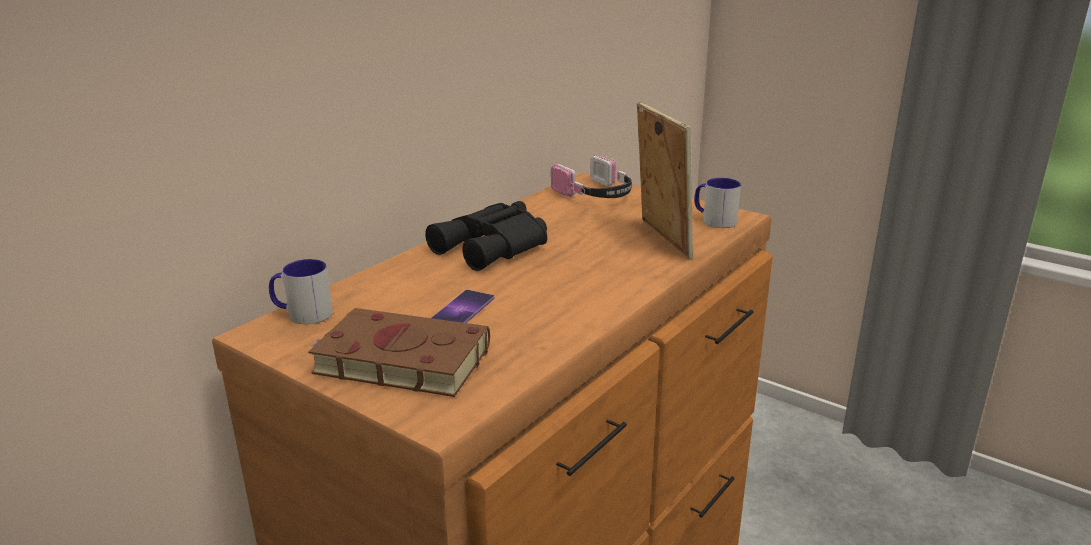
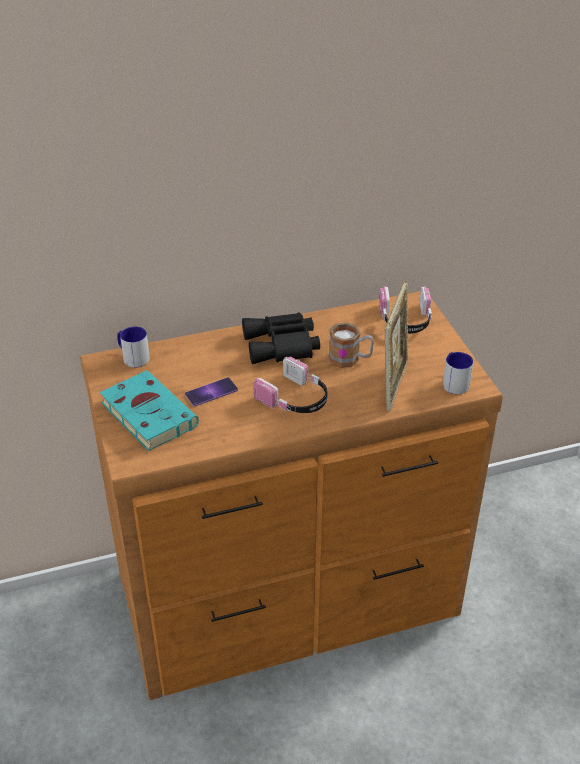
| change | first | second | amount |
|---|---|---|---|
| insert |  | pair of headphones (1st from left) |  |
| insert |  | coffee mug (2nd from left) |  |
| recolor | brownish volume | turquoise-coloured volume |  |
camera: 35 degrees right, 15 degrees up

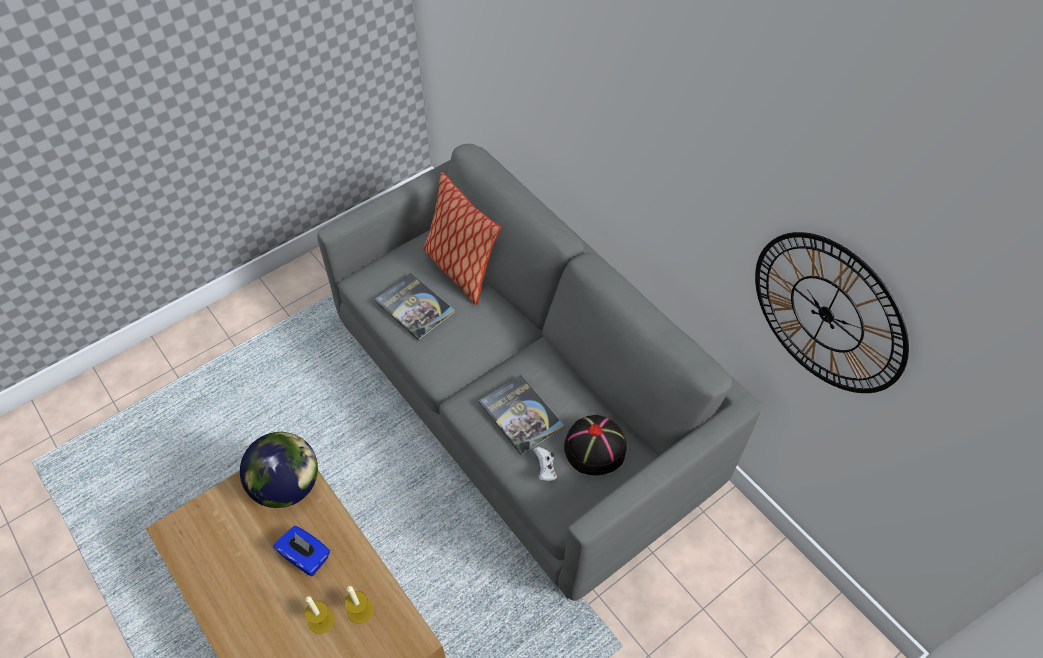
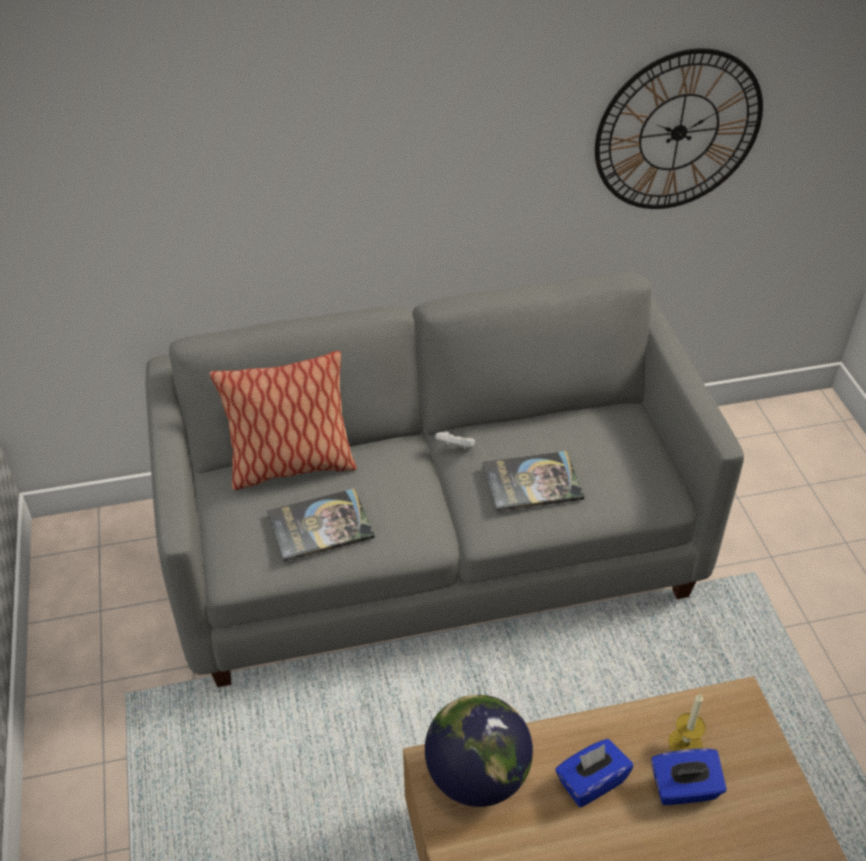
| change | first | second | amount |
|---|---|---|---|
| delete | black hat |  |  |
| move | whitish gamepad |  |  |
| replace | candle (1st from left) | blue tissue box (2nd from left) |  |
camera: 65 degrees left, 10 degrees down

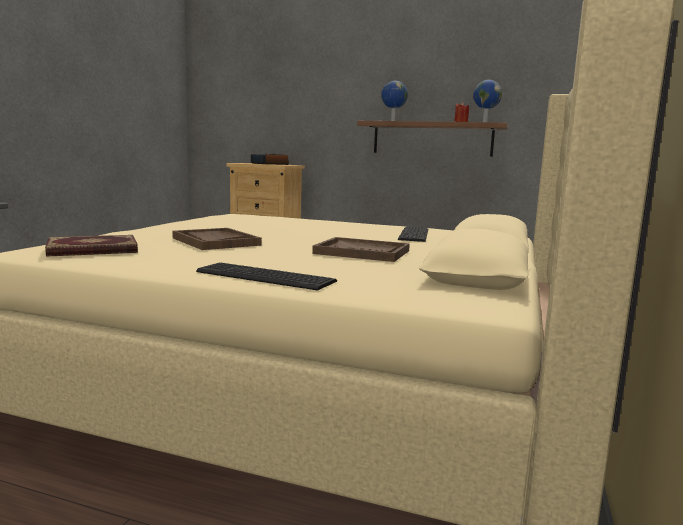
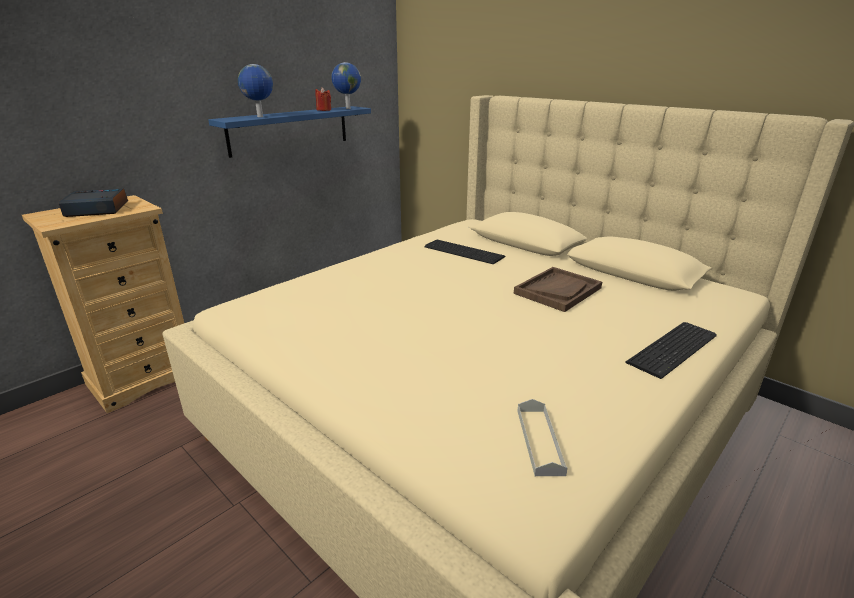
| change | first | second | amount |
|---|---|---|---|
| delete | brownish carrying tray (1st from left) |  |  |
| replace | volume | grey carrying tray |  |
| recolor | brownish wall shelf | blue wall shelf |  |
camera: 65 degrees left, 15 degrees up

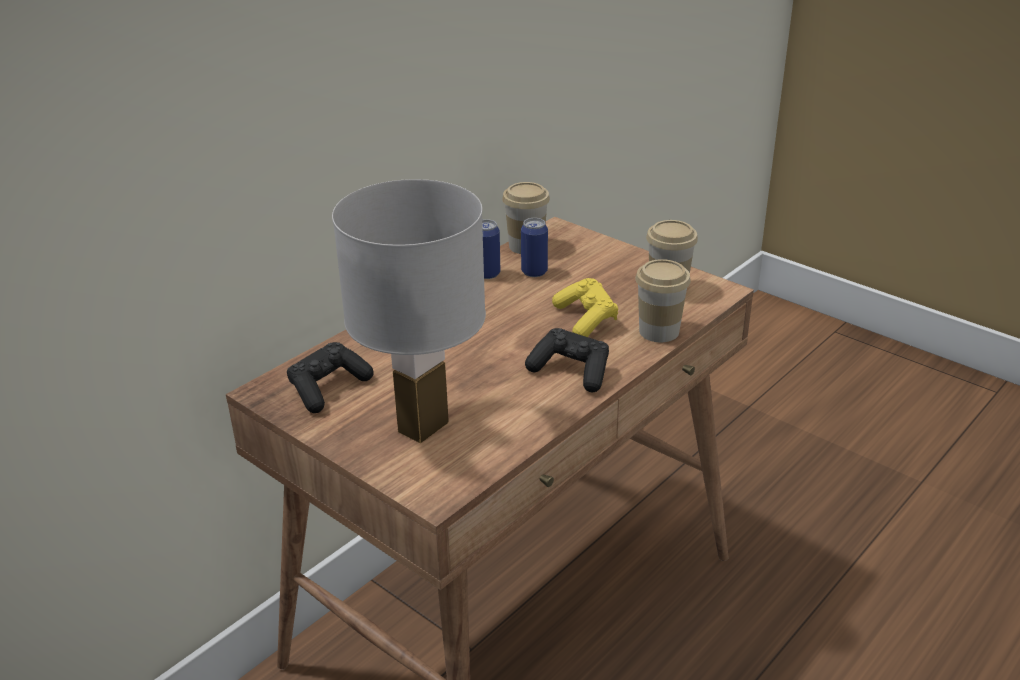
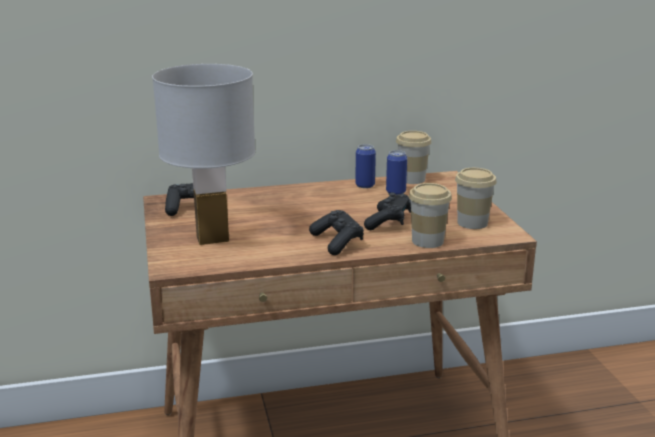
| change | first | second | amount |
|---|---|---|---|
| recolor | yellow gamepad | black gamepad (3rd from left) |  |
camera: 35 degrees right, 10 degrees down

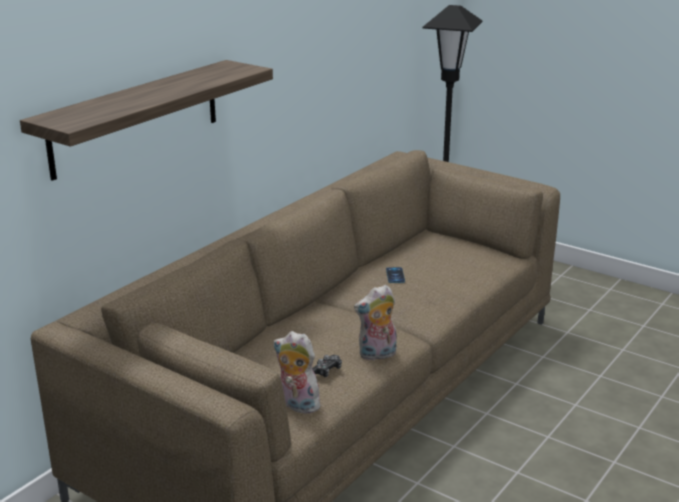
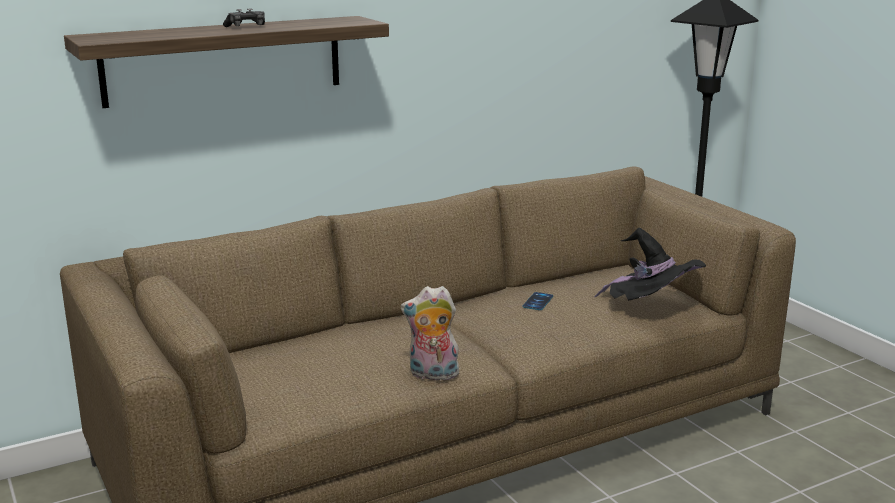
| change | first | second | amount |
|---|---|---|---|
| delete | plush toy (1st from left) |  |  |
| insert |  | black hat |  |
| move | gamepad |  |  |
camera: 25 degrees right, 5 degrees down

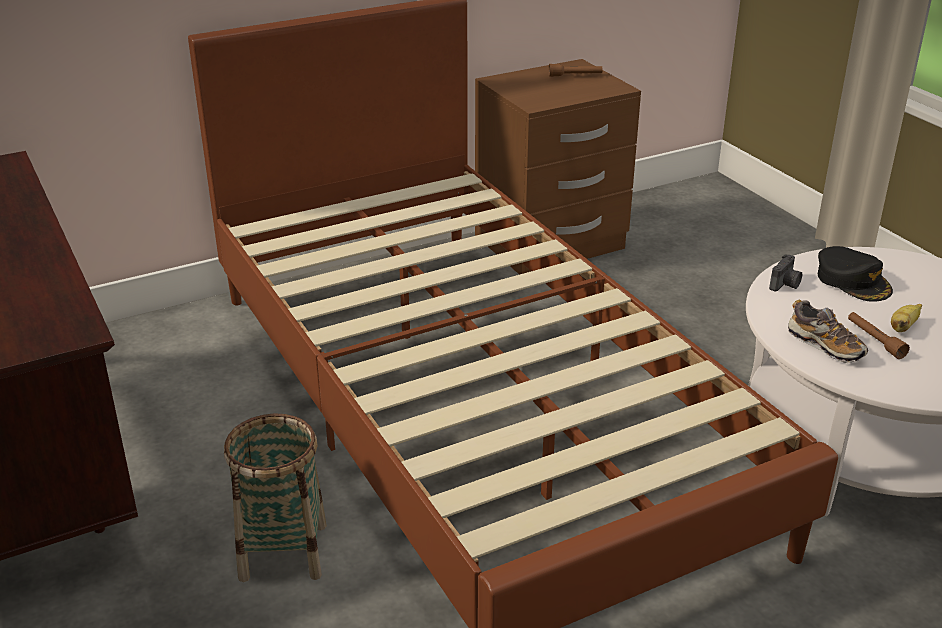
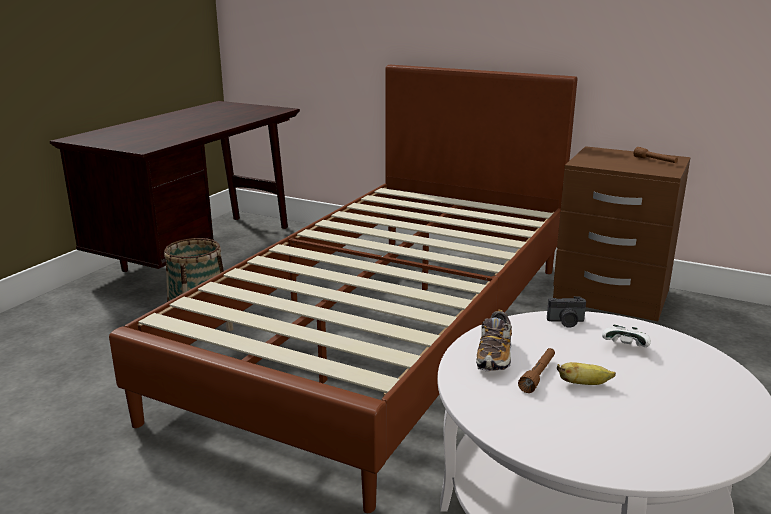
| change | first | second | amount |
|---|---|---|---|
| replace | black baseball cap | whitish gamepad |  |
camera: 55 degrees right, 10 degrees down

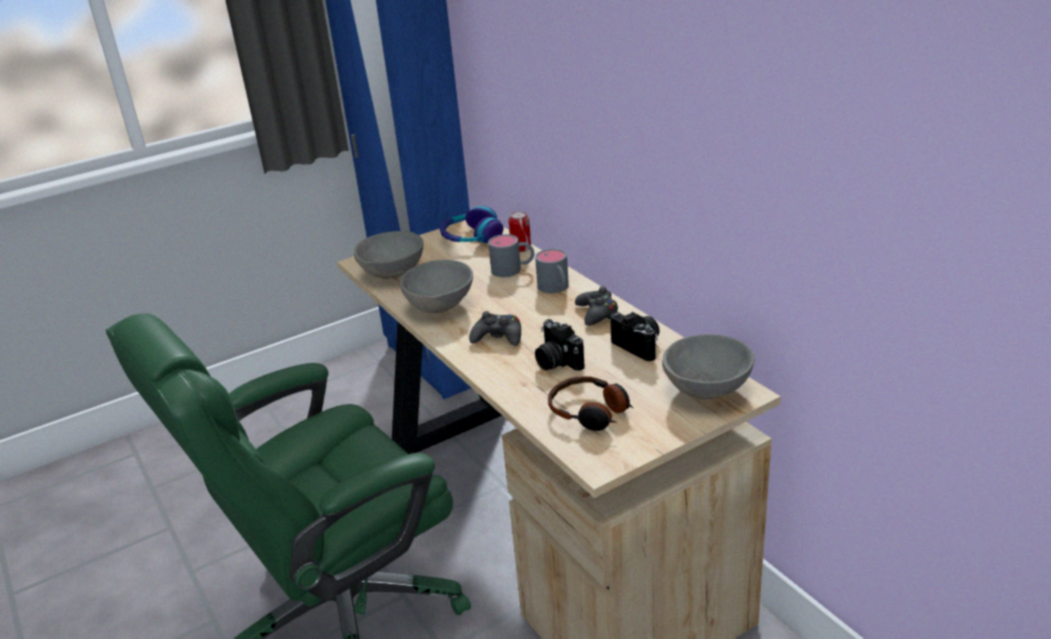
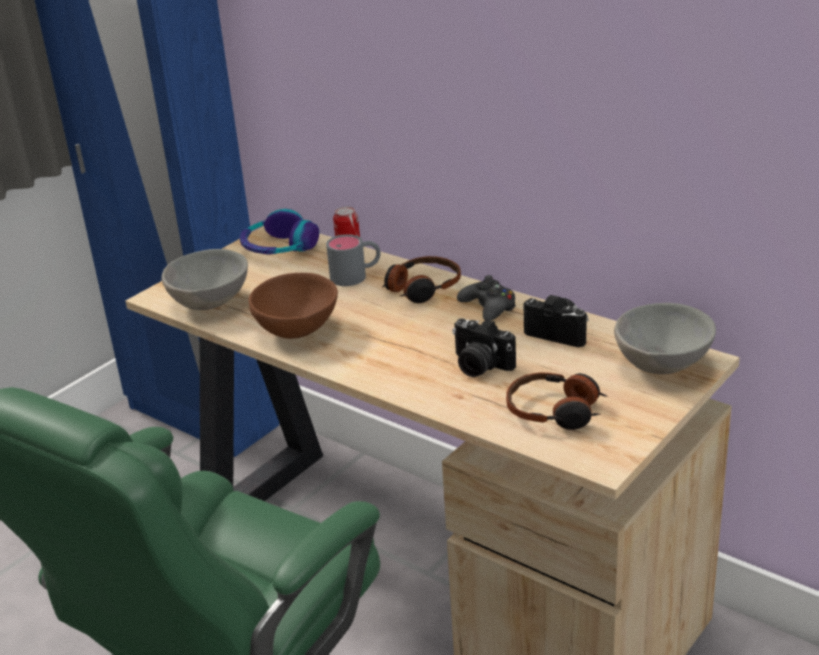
| change | first | second | amount |
|---|---|---|---|
| delete | black gamepad (1st from left) |  |  |
| replace | grey coffee mug (2nd from left) | pair of headphones (2nd from left) |  |
| recolor | grey deep dish (2nd from left) | brownish deep dish |  |
camera: 20 degrees left, 0 degrees up

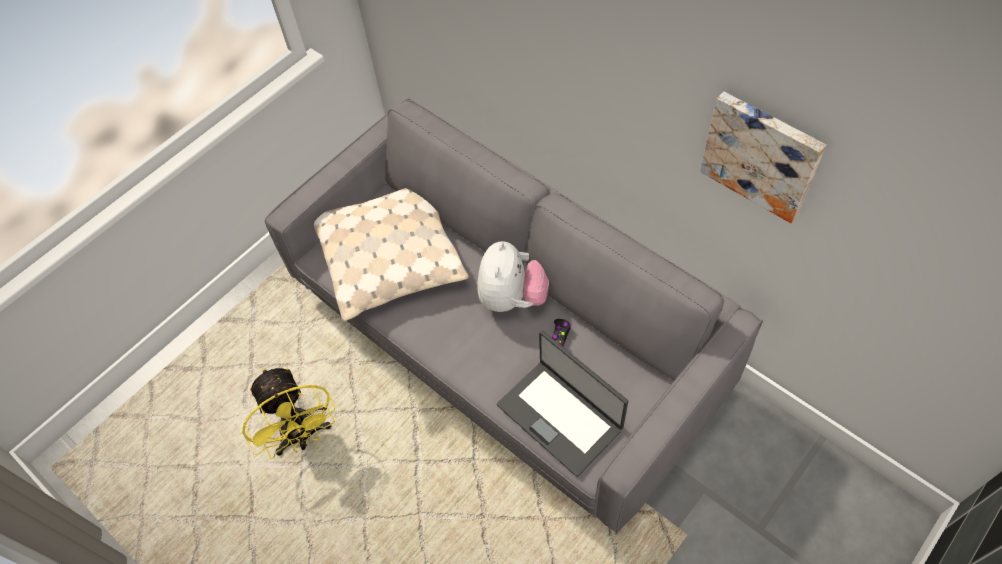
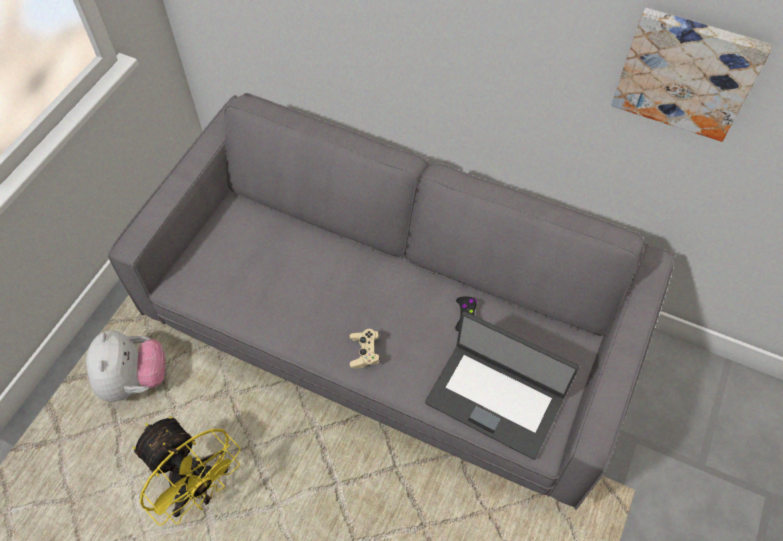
| change | first | second | amount |
|---|---|---|---|
| delete | beige-coloured cushion |  |  |
| insert |  | beige-coloured gamepad |  |
| move | plush toy |  |  |
camera: 20 degrees left, 0 degrees up

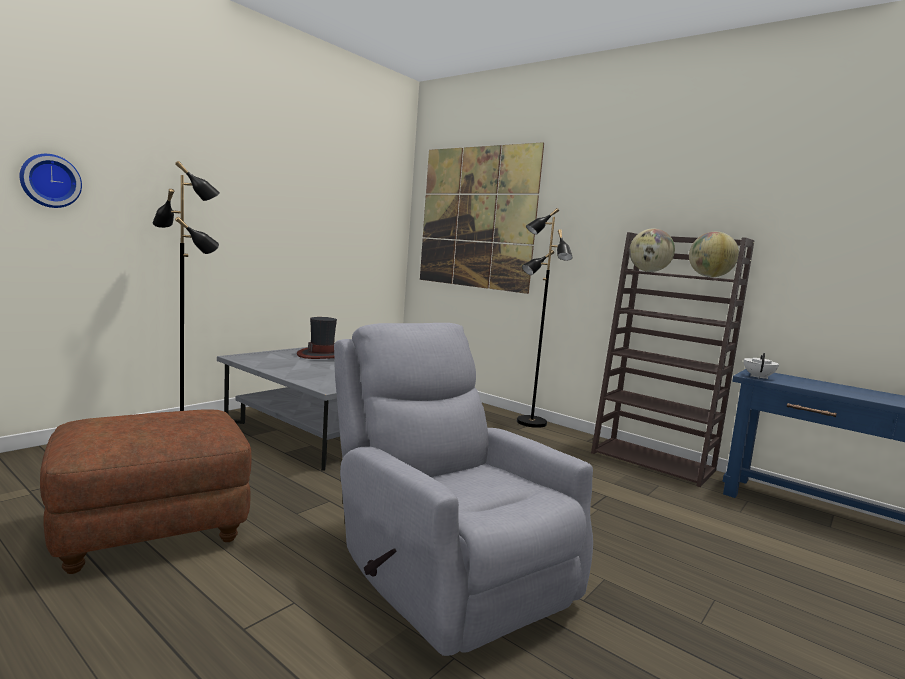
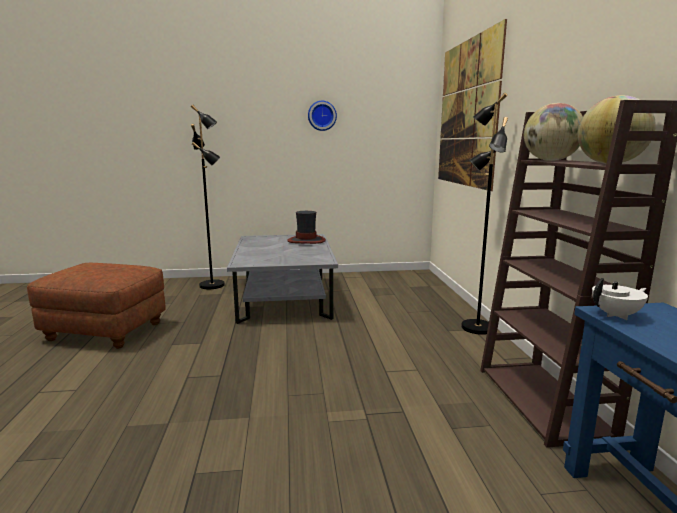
| change | first | second | amount |
|---|---|---|---|
| delete | grey armchair |  |  |
| move | wall clock |  |  |
camera: 45 degrees right, 5 degrees up

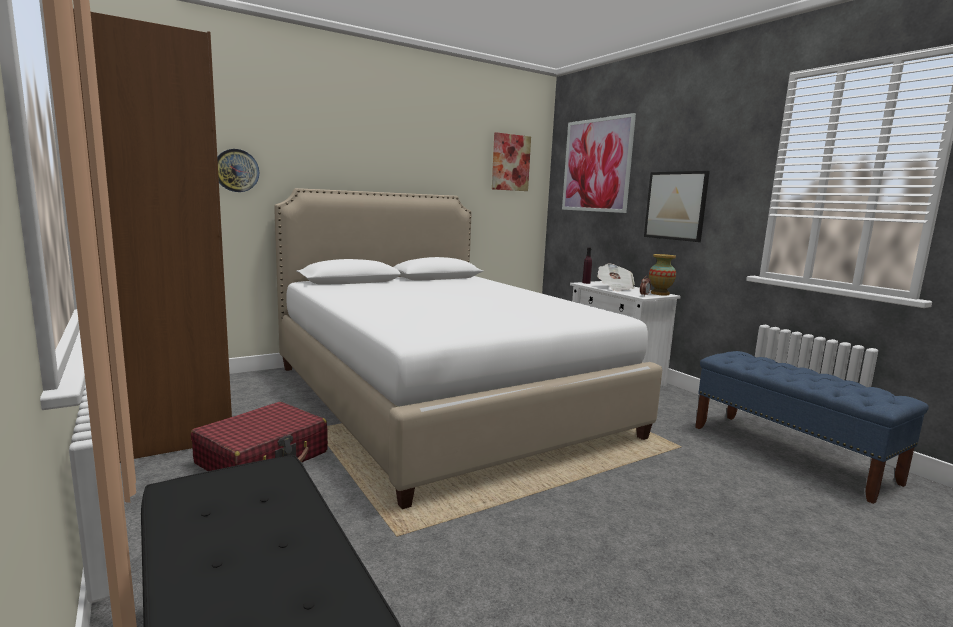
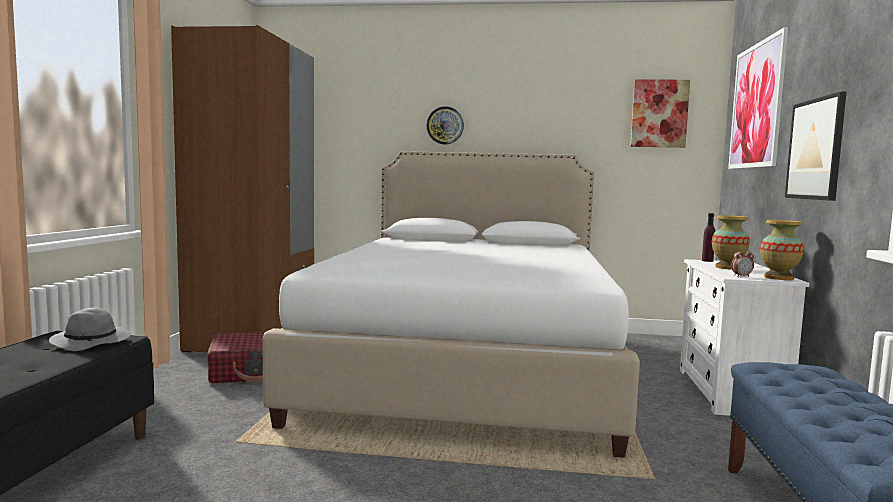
| change | first | second | amount |
|---|---|---|---|
| insert |  | grey hat |  |
| move | wall clock |  |  |
| replace | newspaper | decorative vase (1st from left) |  |
camera: 40 degrees right, 5 degrees down

